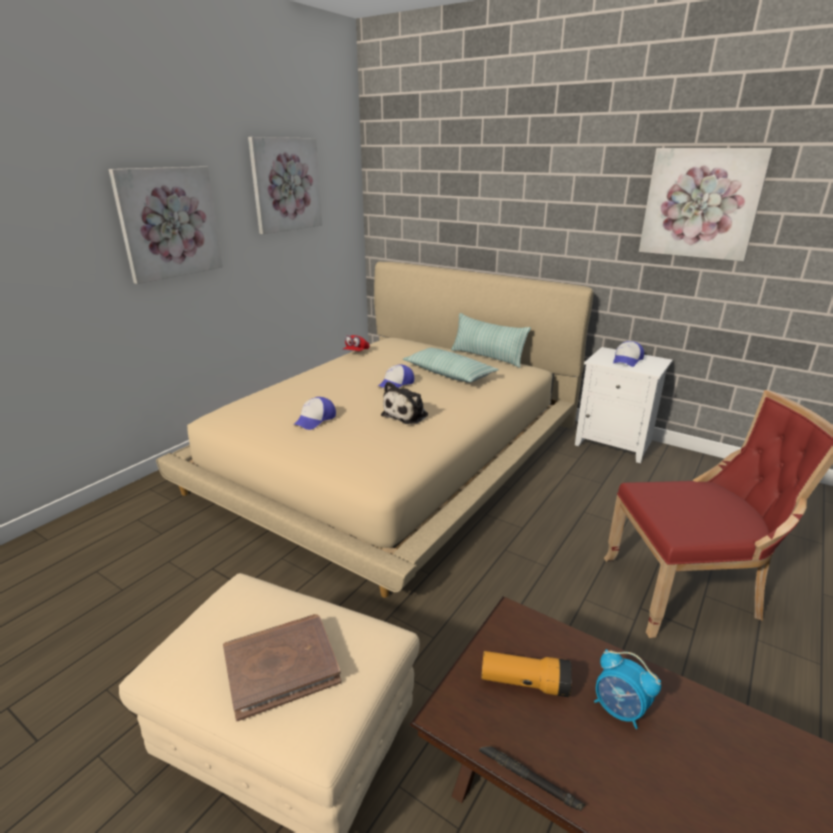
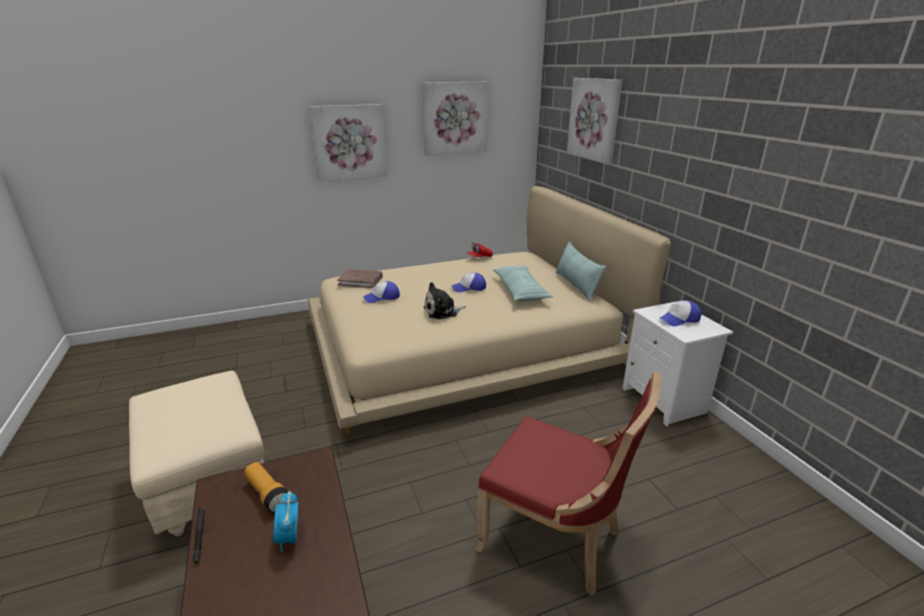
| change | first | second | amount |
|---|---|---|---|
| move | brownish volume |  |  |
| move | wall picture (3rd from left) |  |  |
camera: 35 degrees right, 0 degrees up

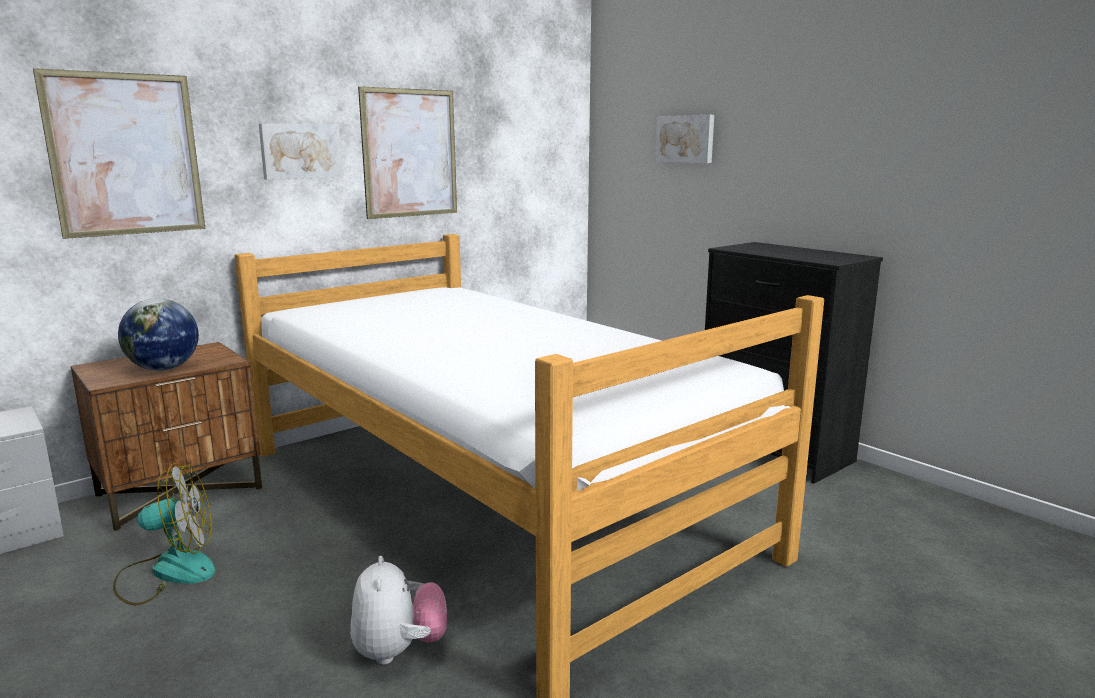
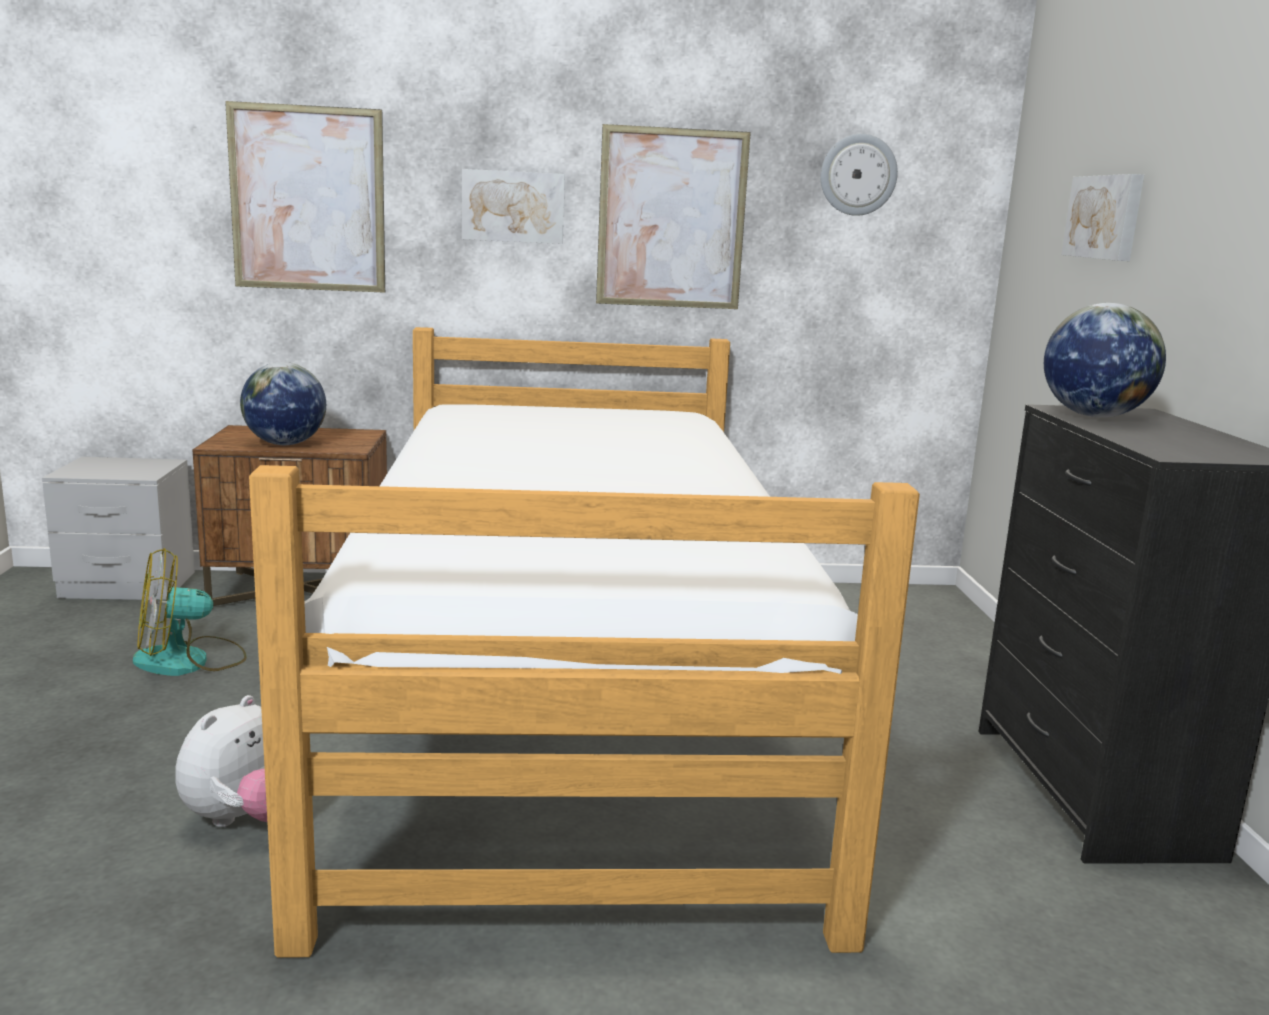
| change | first | second | amount |
|---|---|---|---|
| insert |  | wall clock |  |
| insert |  | globe (2nd from left) |  |
| rotate | cooling fan |  | 135 degrees clockwise |
camera: 35 degrees right, 0 degrees up

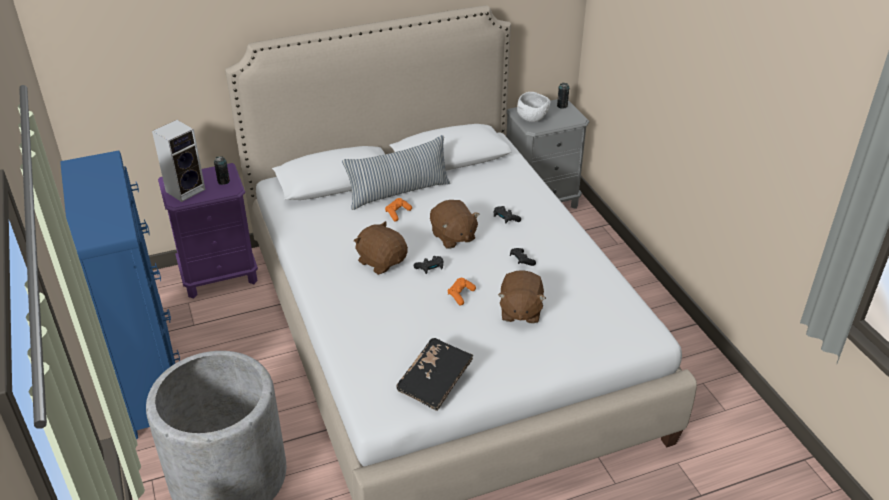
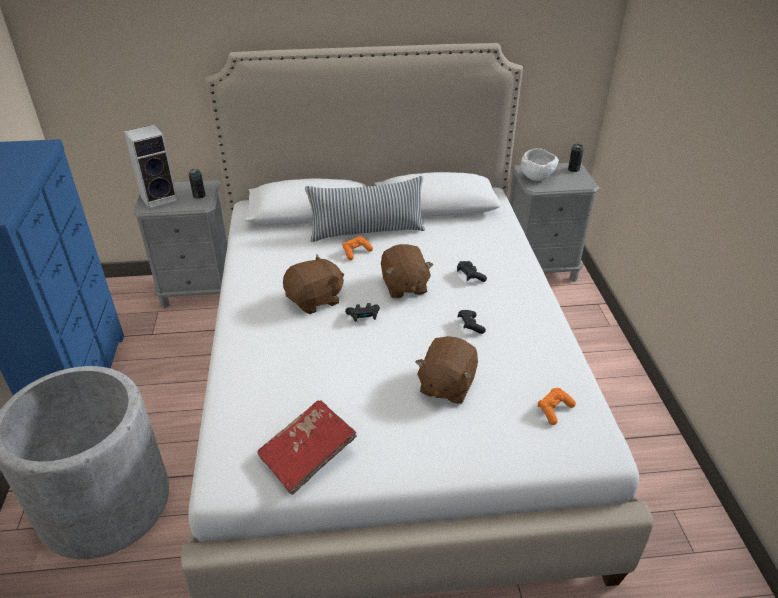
| change | first | second | amount |
|---|---|---|---|
| move | orangey gamepad (2nd from left) |  |  |
| recolor | purple bedside table | grey bedside table (1st from left) |  |
| recolor | black volume | reddish volume |  |
| rotate | brownish plush toy (1st from left) |  | 90 degrees clockwise |
camera: 15 degrees right, 0 degrees up

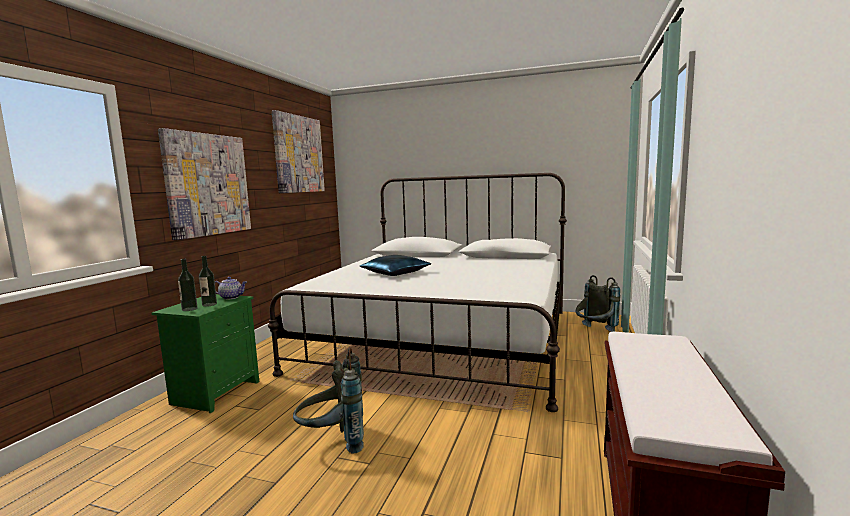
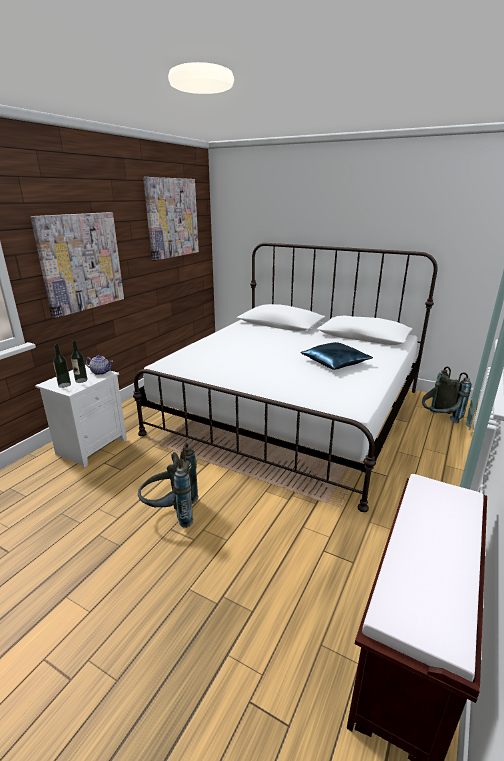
| change | first | second | amount |
|---|---|---|---|
| move | blue cushion |  |  |
| recolor | greenish bedside table | whitish bedside table |  |
camera: 10 degrees right, 15 degrees up

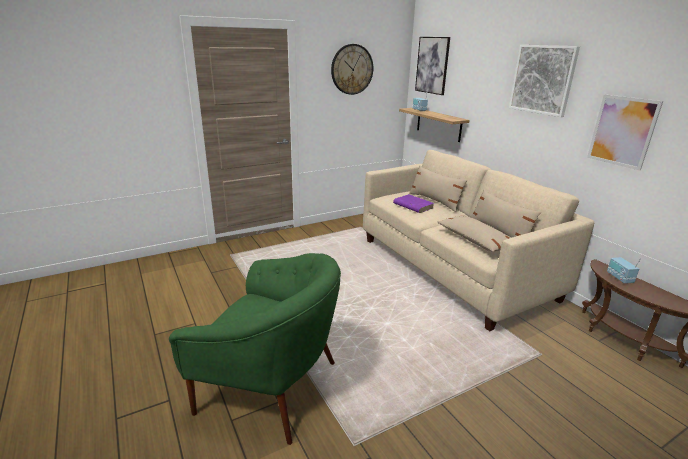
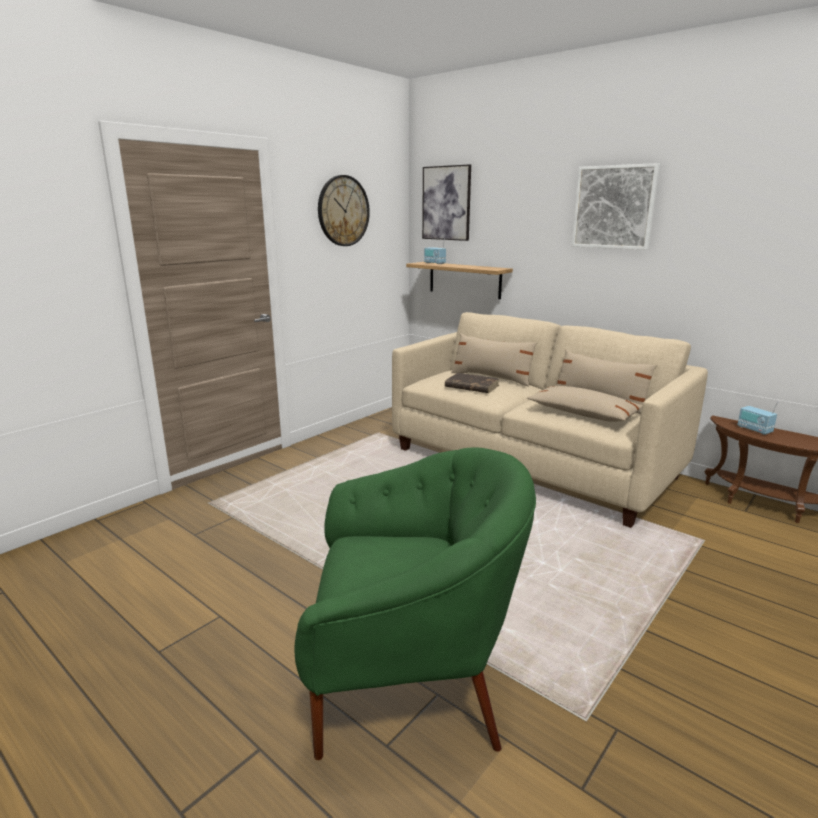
| change | first | second | amount |
|---|---|---|---|
| delete | wall picture (3rd from left) |  |  |
| recolor | purple volume | brownish volume |  |
camera: 20 degrees left, 5 degrees down

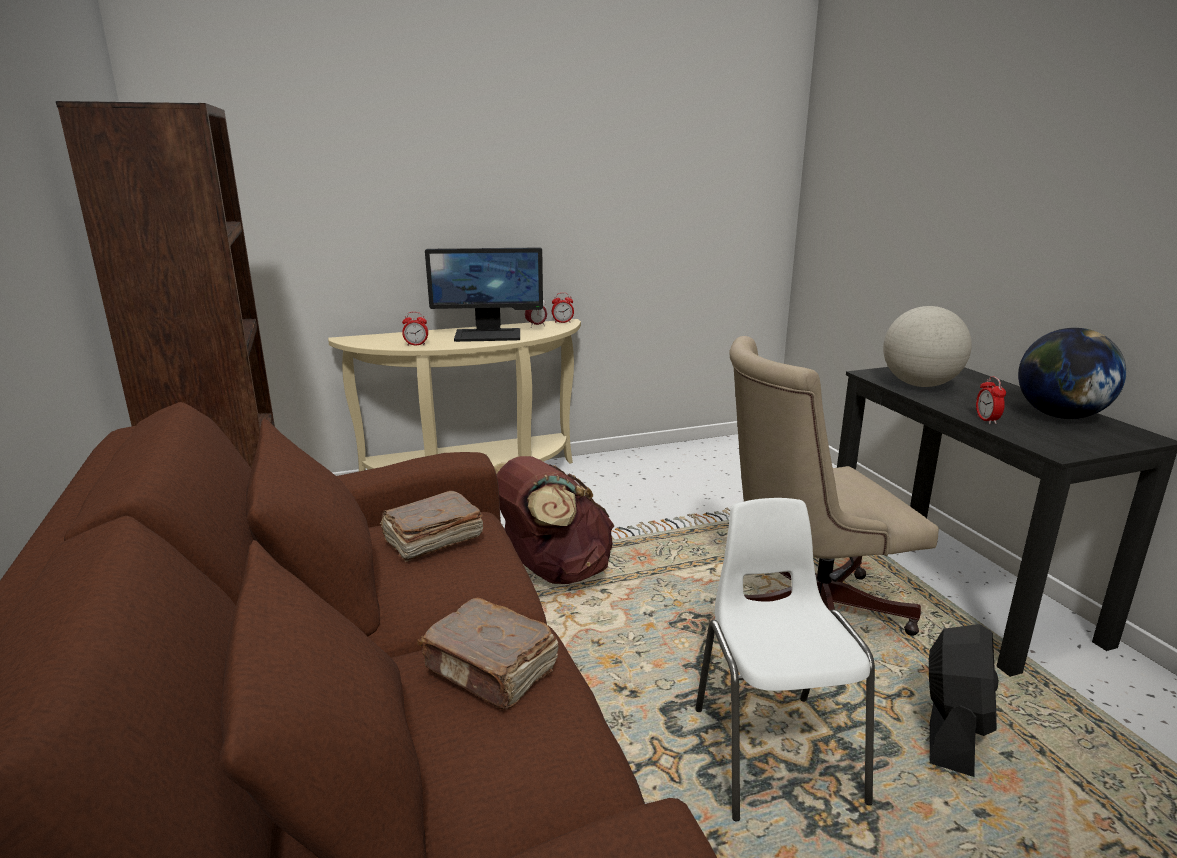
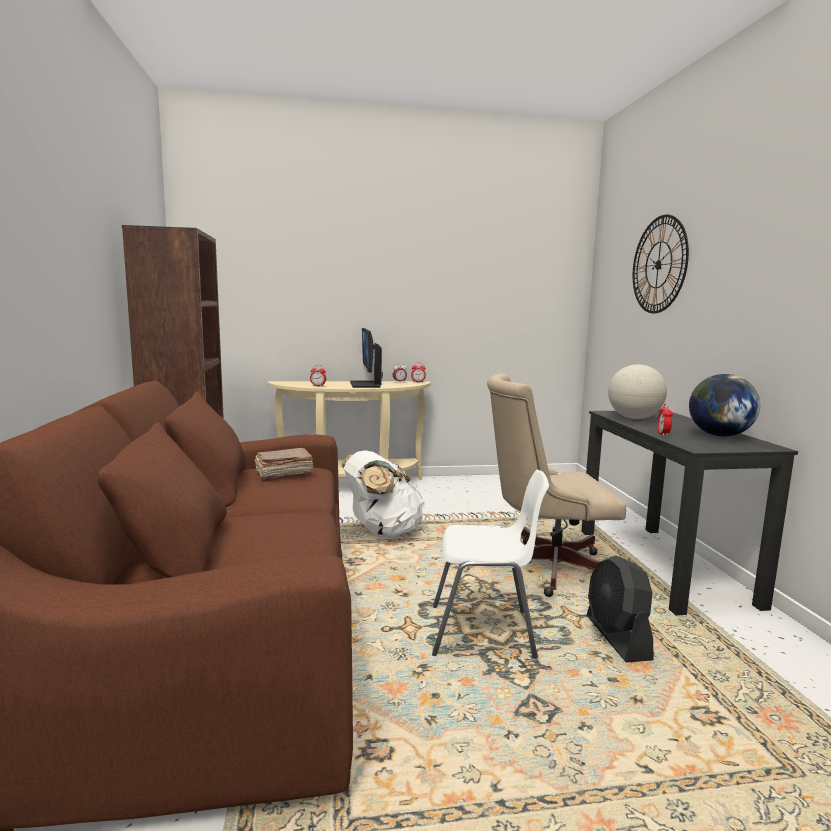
| change | first | second | amount |
|---|---|---|---|
| delete | brownish volume (2nd from left) |  |  |
| insert |  | wall clock |  |
| recolor | brownish knapsack | whitish knapsack |  |
| rotate | computer display |  | 75 degrees clockwise |
| rotate | whitish plain chair |  | 90 degrees clockwise |
| rotate | black cooling fan |  | 135 degrees clockwise |
camera: 10 degrees right, 10 degrees down

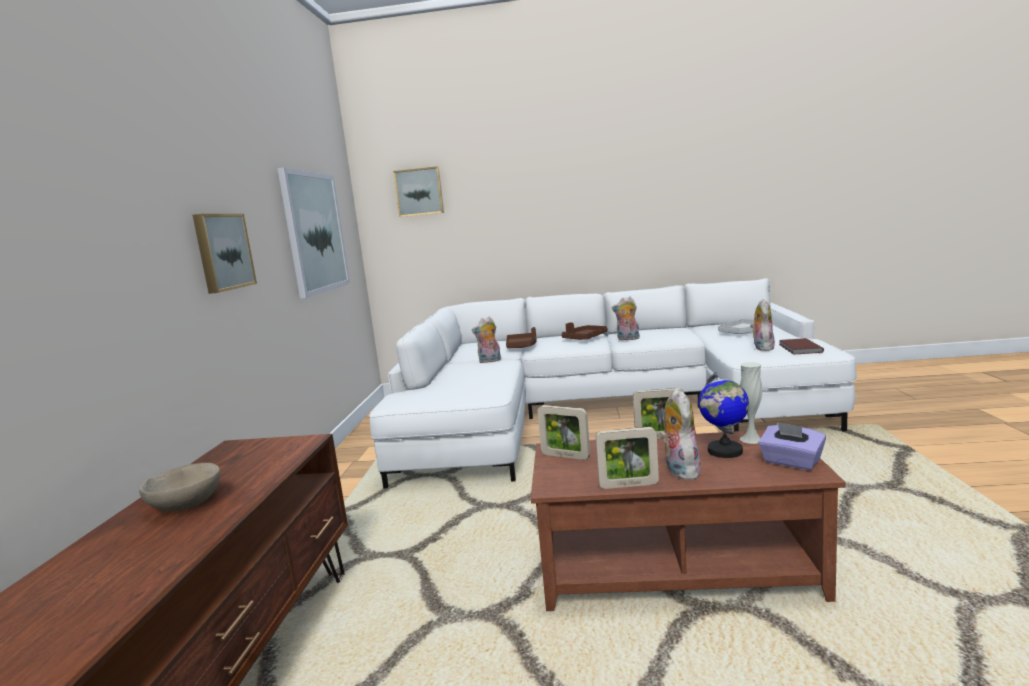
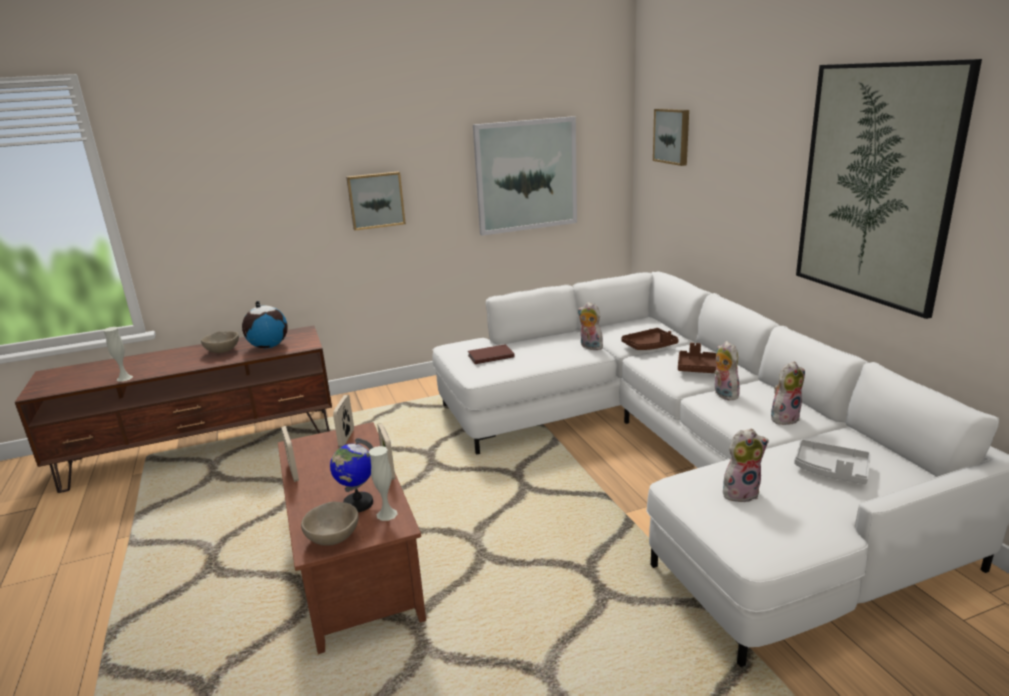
| change | first | second | amount |
|---|---|---|---|
| insert |  | whitish decorative vase (1st from left) |  |
| insert |  | globe (1st from left) |  |
| insert |  | wall picture (4th from left) |  |
| move | plush toy (3rd from left in the first image) | plush toy (4th from left) |  |
| move | brownish volume |  |  |
| replace | purple tissue box | beige-coloured deep dish (2nd from left) |  |
camera: 65 degrees right, 10 degrees up

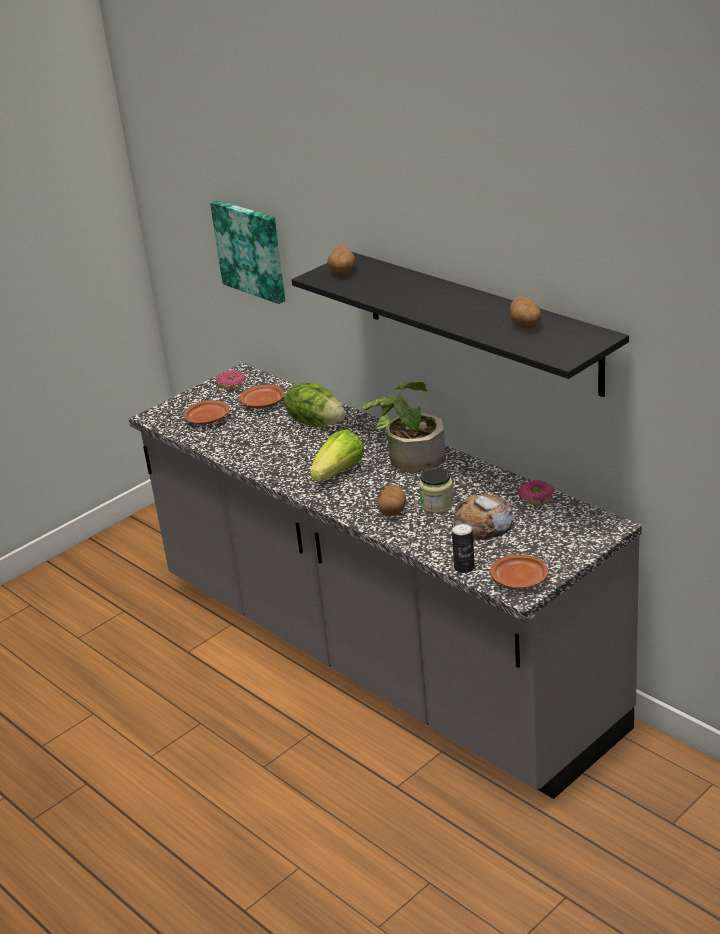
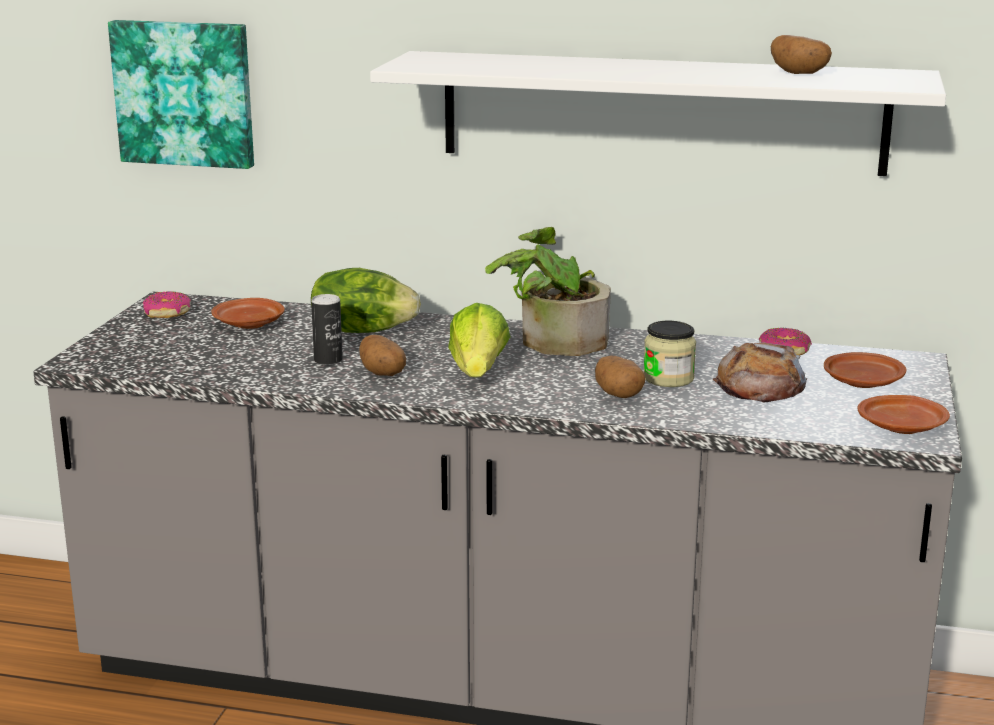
| change | first | second | amount |
|---|---|---|---|
| move | brownish plate (1st from left in the first image) | brownish plate (2nd from left) |  |
| move | whole potato (1st from left) |  |  |
| move | metal can |  |  |
| recolor | black wall shelf | whitish wall shelf |  |
camera: 35 degrees left, 10 degrees down

